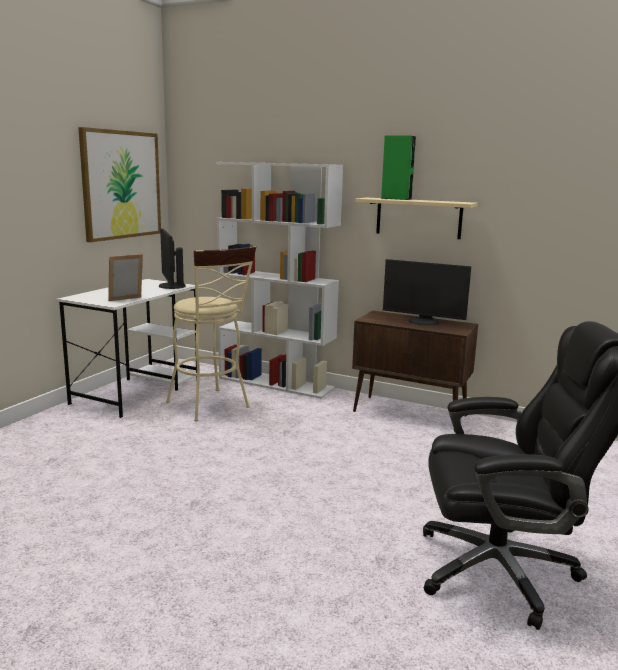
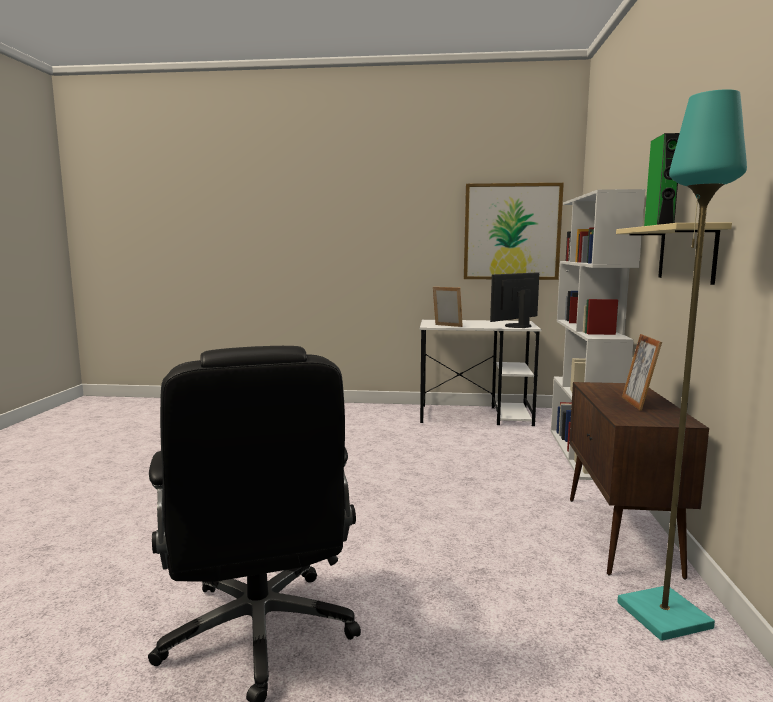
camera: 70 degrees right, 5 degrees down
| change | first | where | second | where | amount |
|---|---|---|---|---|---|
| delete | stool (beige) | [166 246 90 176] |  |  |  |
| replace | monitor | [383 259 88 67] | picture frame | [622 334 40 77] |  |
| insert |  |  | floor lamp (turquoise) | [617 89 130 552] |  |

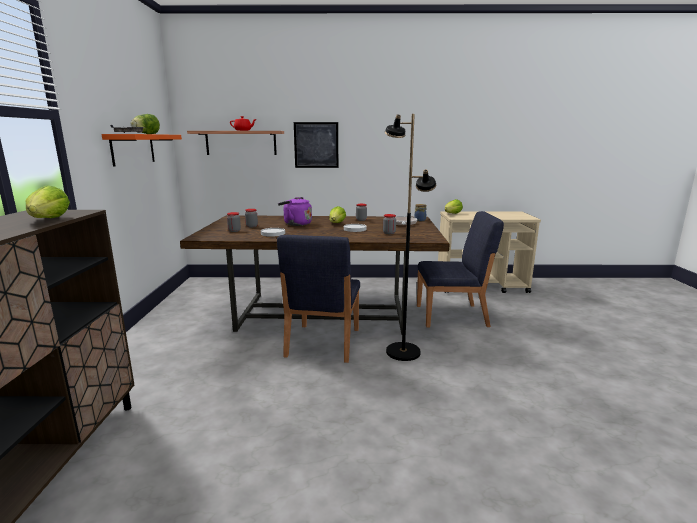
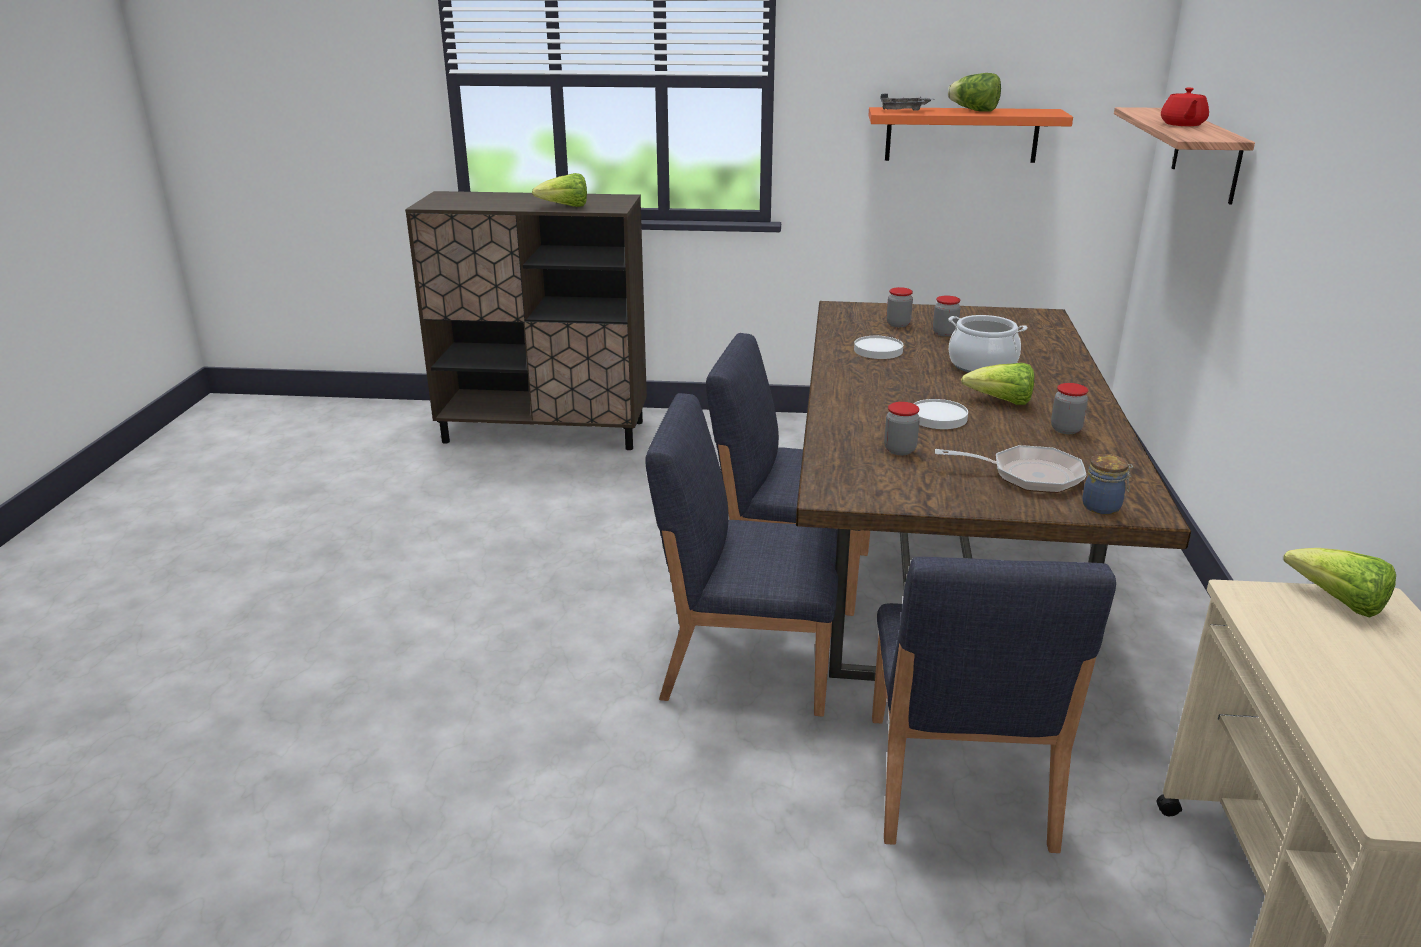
camera: 95 degrees right, 10 degrees up
| change | first | where | second | where | amount |
|---|---|---|---|---|---|
| replace | floor lamp (black) | [385 114 51 247] | chair (blue) | [645 393 193 324] |  |
| delete | picture | [294 122 44 46] |  |  |  |
| replace | kettle (purple) | [278 197 34 29] | cooking pot | [948 315 79 57] |  |

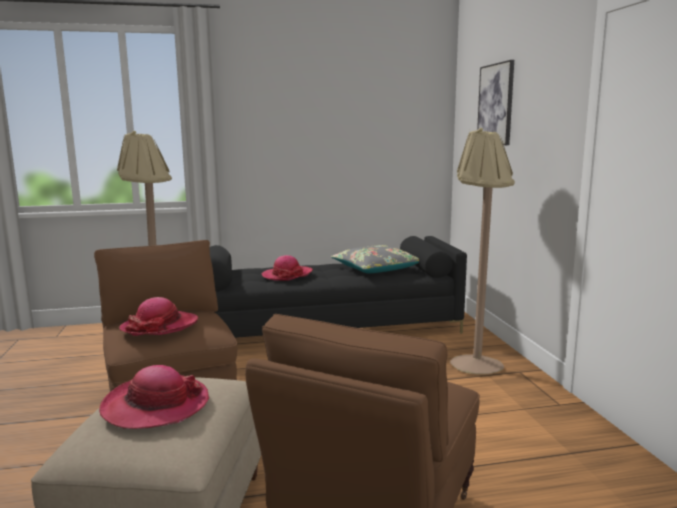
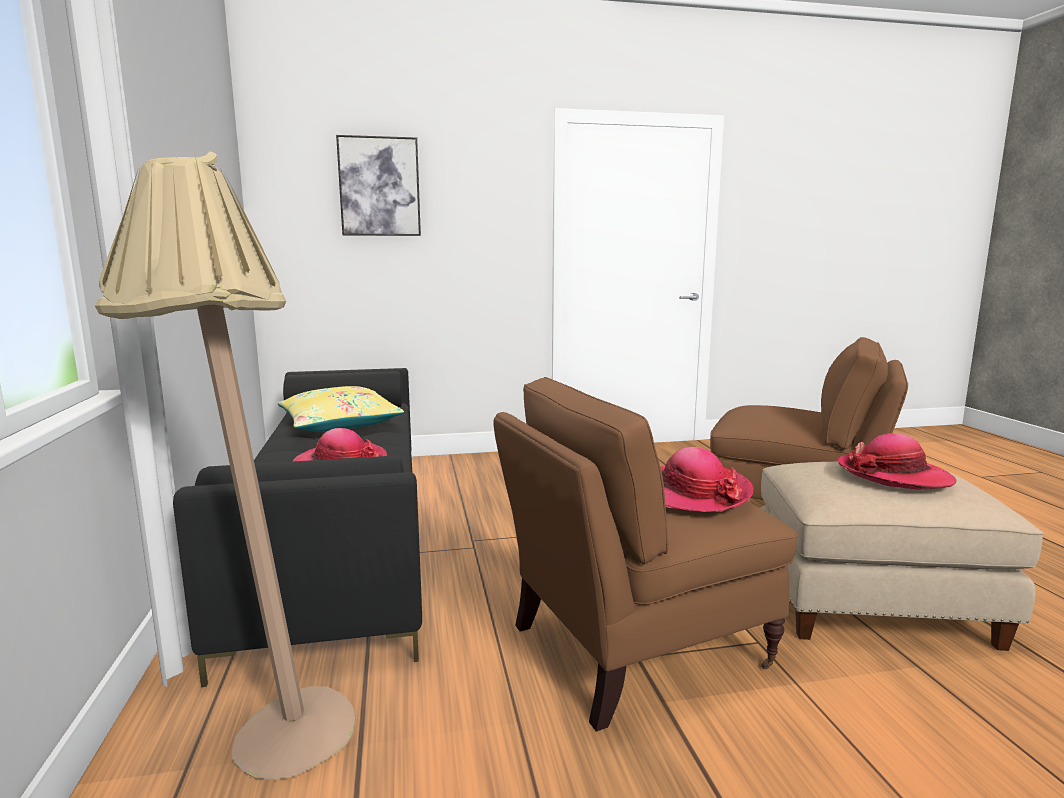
camera: 90 degrees left, 0 degrees up
| change | first | where | second | where | amount |
|---|---|---|---|---|---|
| delete | floor lamp (beige) | [450 128 65 246] |  |  |  |
| recolor | pillow (grey) | [331 245 88 28] | pillow (yellow) | [278 386 126 46] |  |

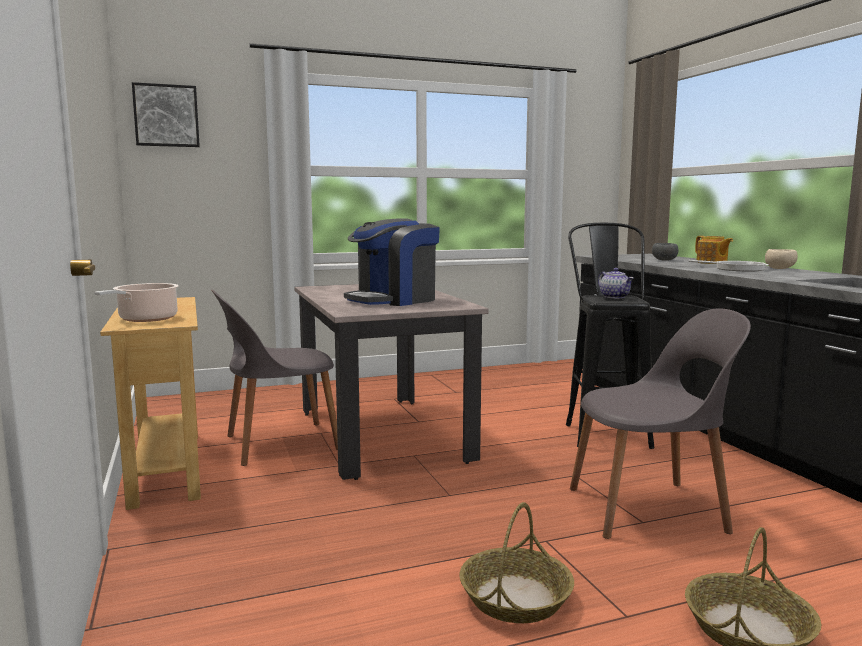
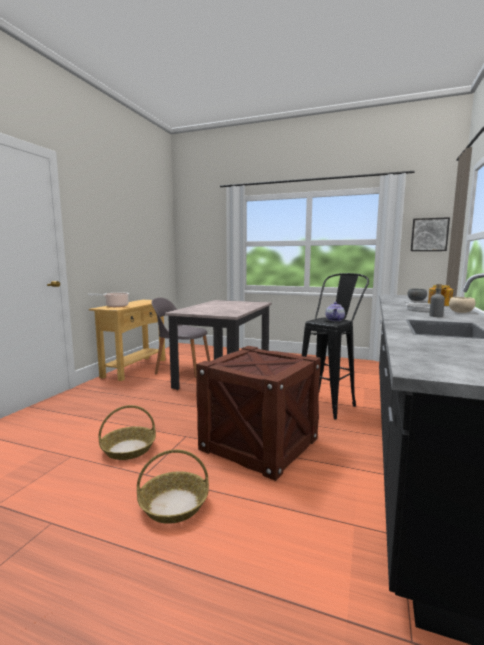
camera: 40 degrees right, 0 degrees up
| change | first | where | second | where | amount |
|---|---|---|---|---|---|
| move | picture | [132 82 68 65] |  | [411 217 39 34] |  |
| delete | coffee machine | [344 218 96 88] |  |  |  |
| replace | chair (grey) | [570 309 181 230] | crate | [196 346 125 135] |  |
| insert |  |  | bottle (grey) | [429 284 16 33] |  |

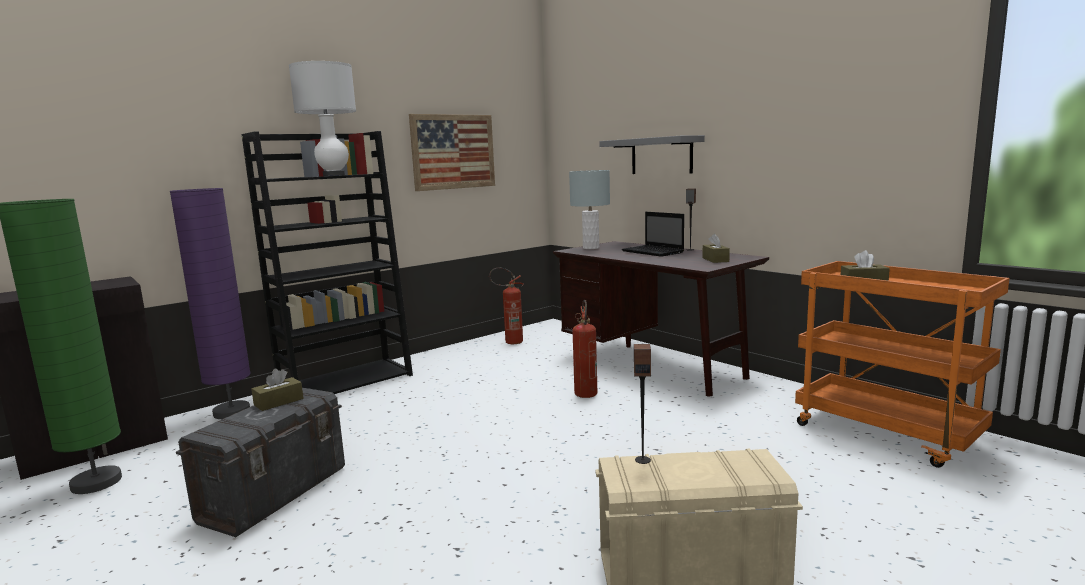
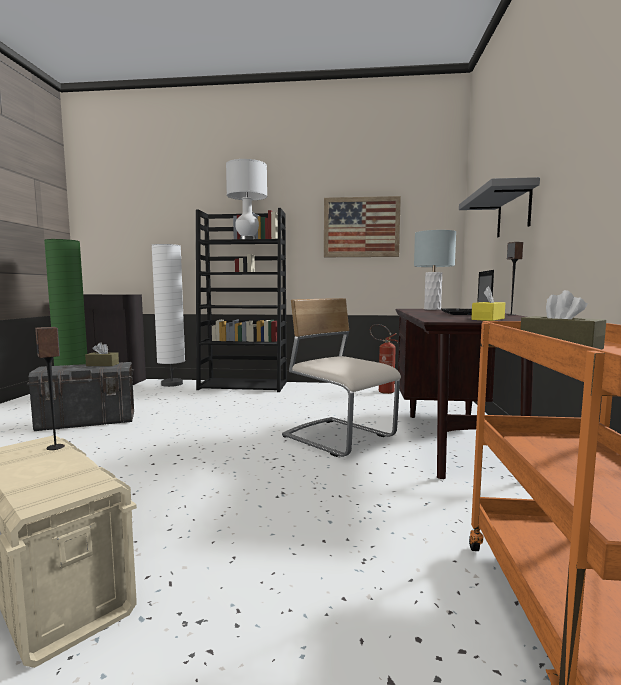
camera: 45 degrees right, 5 degrees down
| change | first | where | second | where | amount |
|---|---|---|---|---|---|
| recolor | floor lamp (purple) | [170 188 81 231] | floor lamp (white) | [151 244 34 143] |  |
| recolor | tissue box (brown) | [702 234 28 29] | tissue box (yellow) | [471 286 34 35] |  |
| replace | fire extinguisher | [573 300 24 98] | chair (beige) | [282 298 119 159] |  |

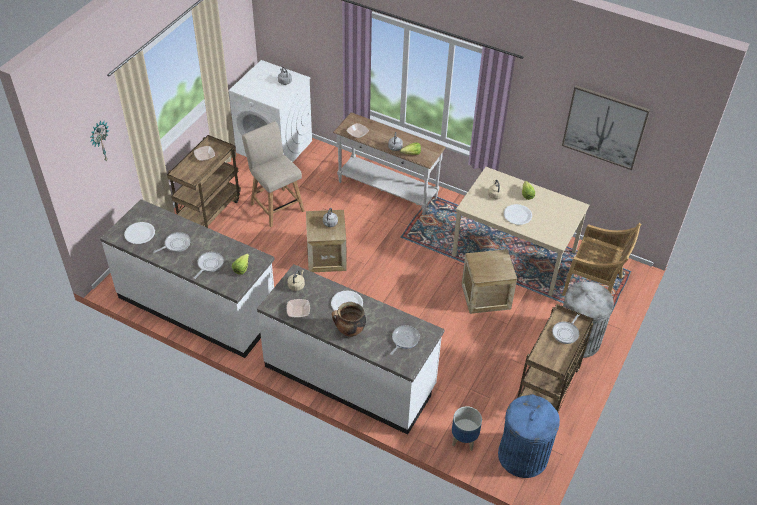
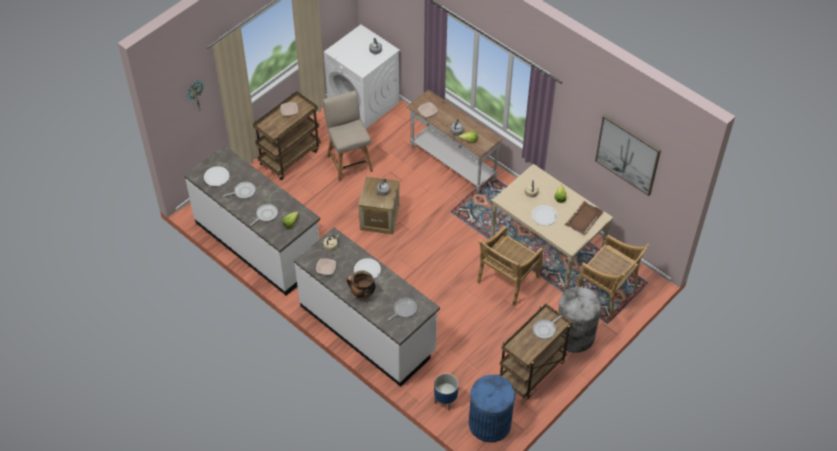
camera: 15 degrees right, 5 degrees up
| change | first | where | second | where | amount |
|---|---|---|---|---|---|
| replace | crate | [462 249 55 65] | chair (beige) | [477 226 66 80] |  |
| insert |  |  | tray (brown) | [565 201 39 35] |  |

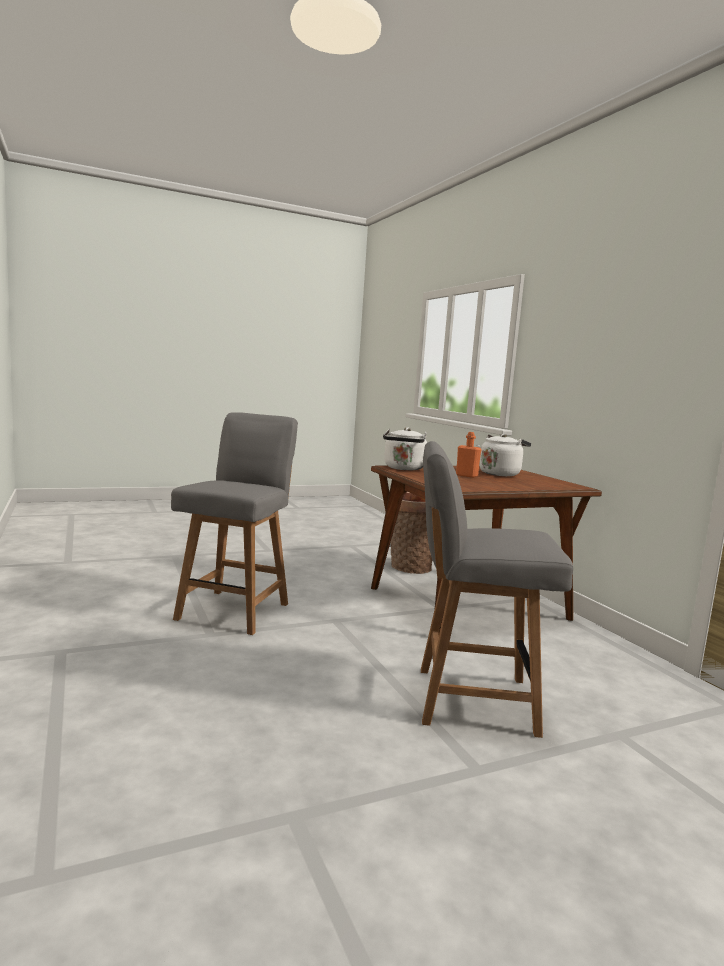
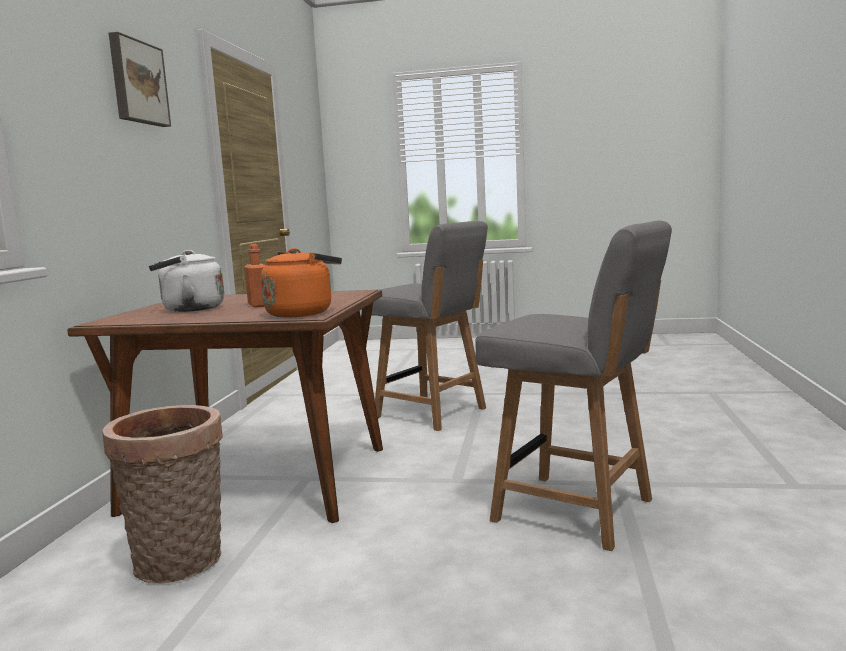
camera: 145 degrees left, 0 degrees up
| change | first | where | second | where | amount |
|---|---|---|---|---|---|
| rotate | chair (grey) | [171 412 127 223] |  | [475 220 197 331] | 105 degrees counterclockwise |
| recolor | kettle (white) | [383 428 44 42] | kettle (orange) | [261 248 81 69] |  |
| insert |  |  | picture | [109 32 62 95] |  |

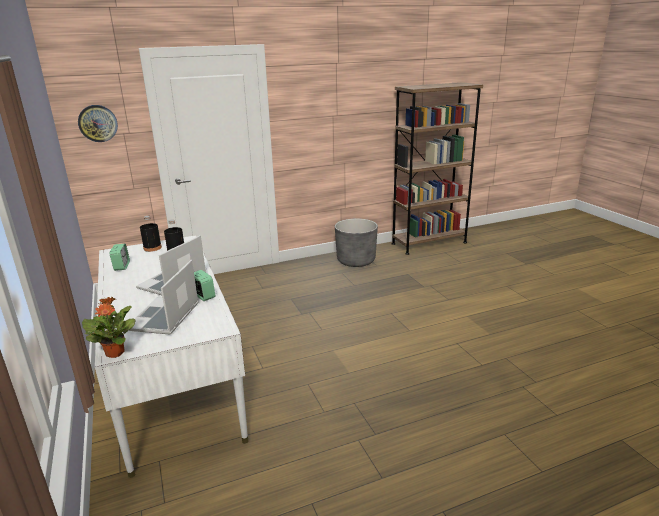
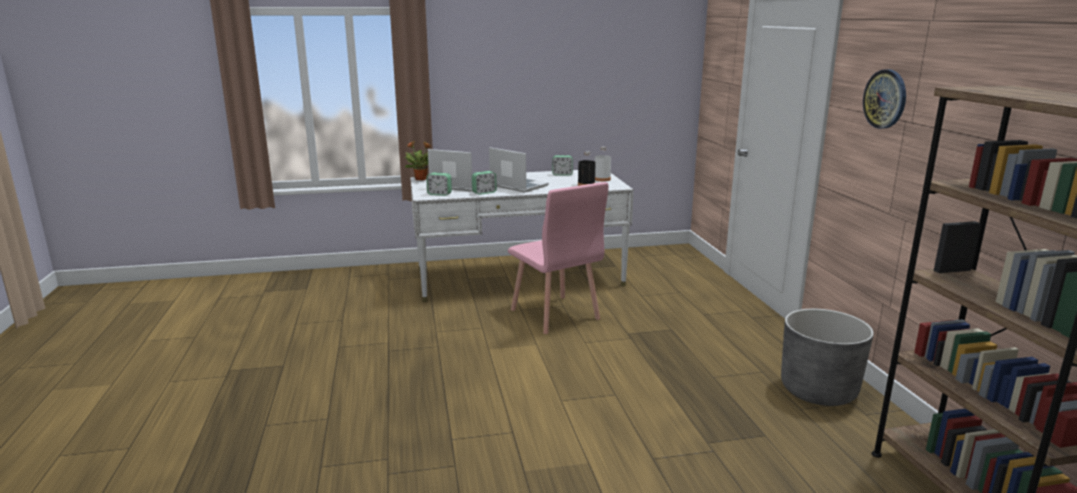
camera: 100 degrees right, 5 degrees down
| change | first | where | second | where | amount |
|---|---|---|---|---|---|
| move | wall clock | [78 105 40 37] |  | [863 69 43 60] |  |
| recolor | bottle (black) | [140 216 22 36] | bottle (white) | [595 147 16 35] |  |
| insert |  |  | alarm clock | [426 173 26 23] |  |
| insert |  |  | chair (pink) | [508 182 101 152] |  |

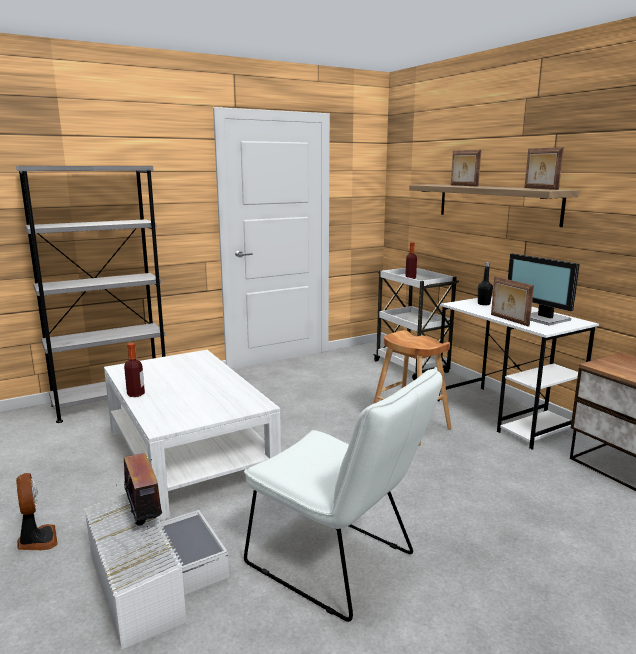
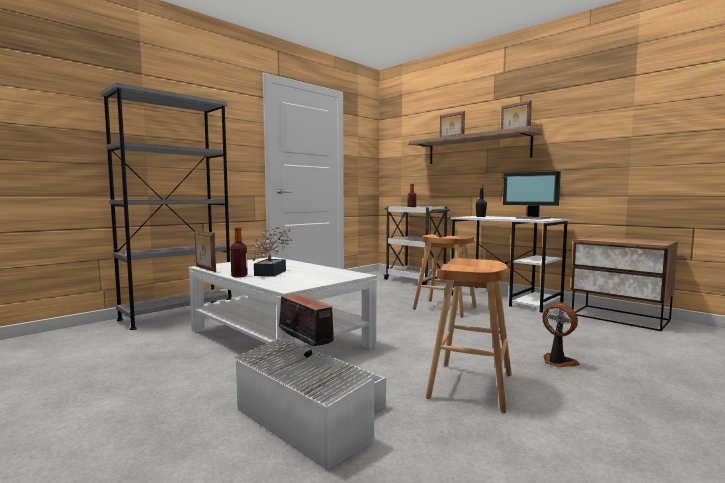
camera: 15 degrees left, 10 degrees down
| change | first | where | second | where | amount |
|---|---|---|---|---|---|
| move | picture frame | [491 276 43 51] |  | [195 230 21 42] |  |
| replace | chair (white) | [244 367 199 255] | stool (brown) | [426 258 86 155] |  |
| move | fan | [16 473 42 77] |  | [542 302 38 65] |  |
| insert |  |  | potted plant | [252 226 41 51] |  |

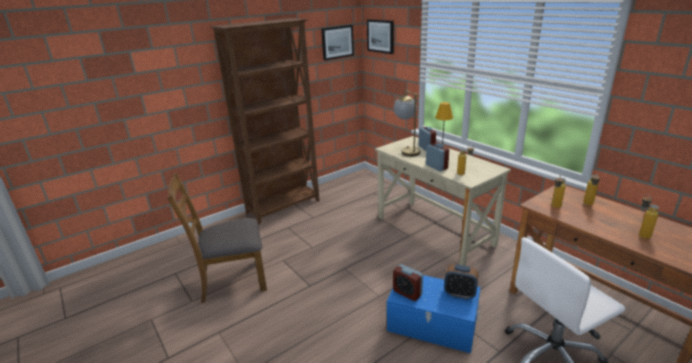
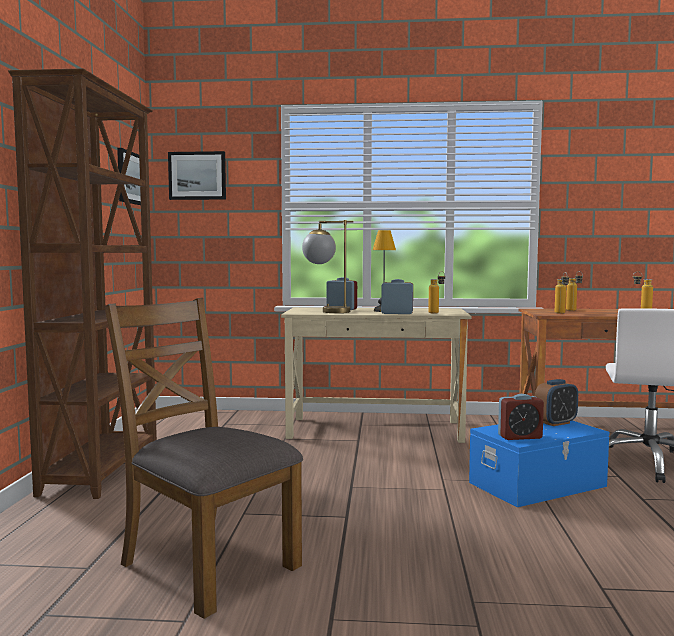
camera: 50 degrees left, 20 degrees down
| change | first | where | second | where | amount |
|---|---|---|---|---|---|
| rotate | chair (brown) | [167 173 100 130] |  | [104 298 199 321] | 105 degrees clockwise |

